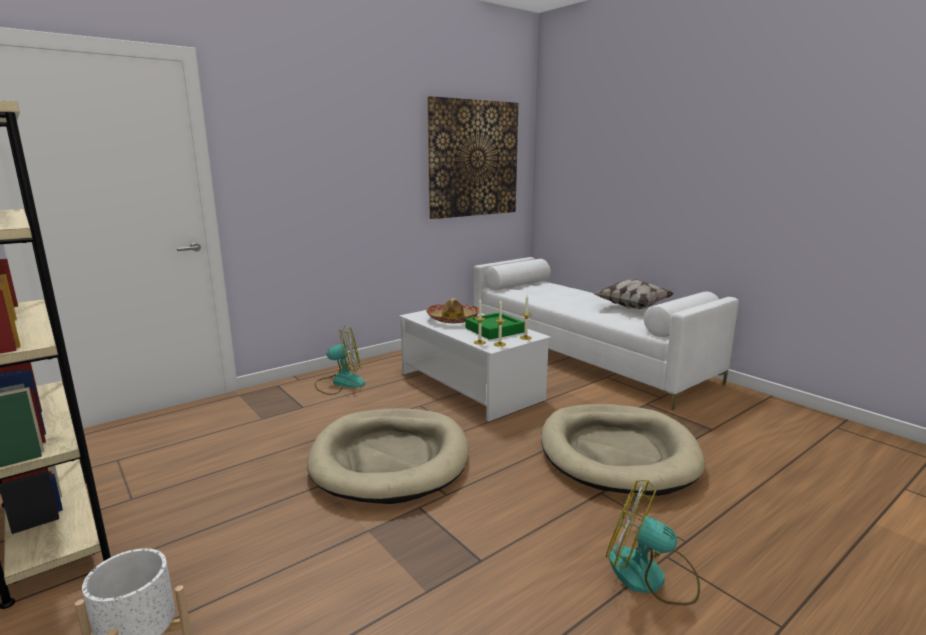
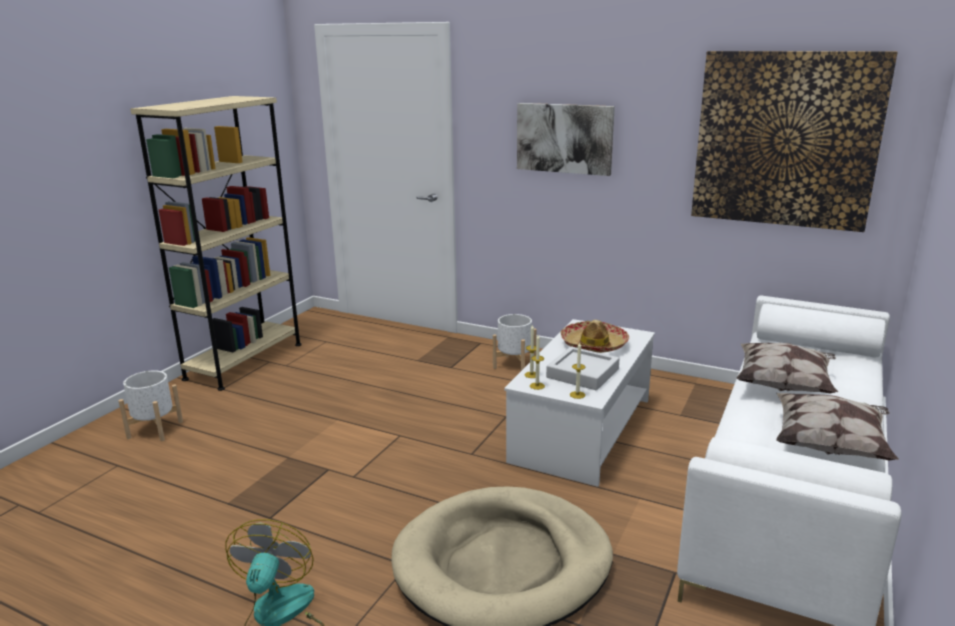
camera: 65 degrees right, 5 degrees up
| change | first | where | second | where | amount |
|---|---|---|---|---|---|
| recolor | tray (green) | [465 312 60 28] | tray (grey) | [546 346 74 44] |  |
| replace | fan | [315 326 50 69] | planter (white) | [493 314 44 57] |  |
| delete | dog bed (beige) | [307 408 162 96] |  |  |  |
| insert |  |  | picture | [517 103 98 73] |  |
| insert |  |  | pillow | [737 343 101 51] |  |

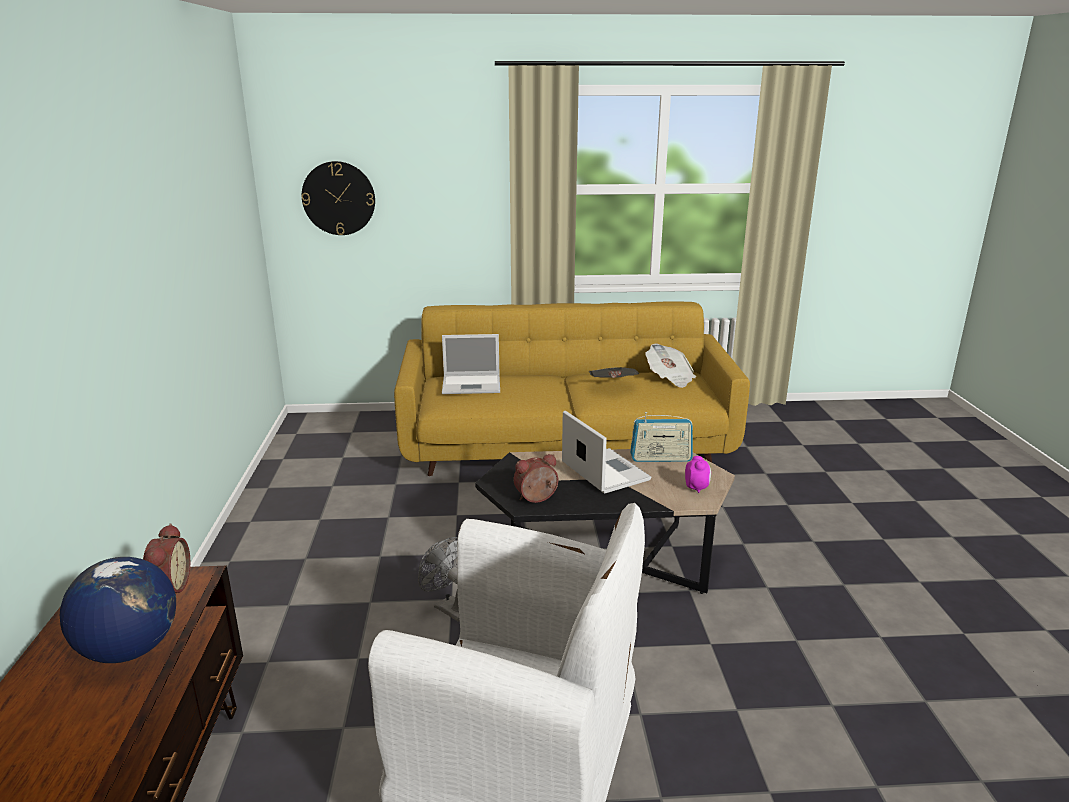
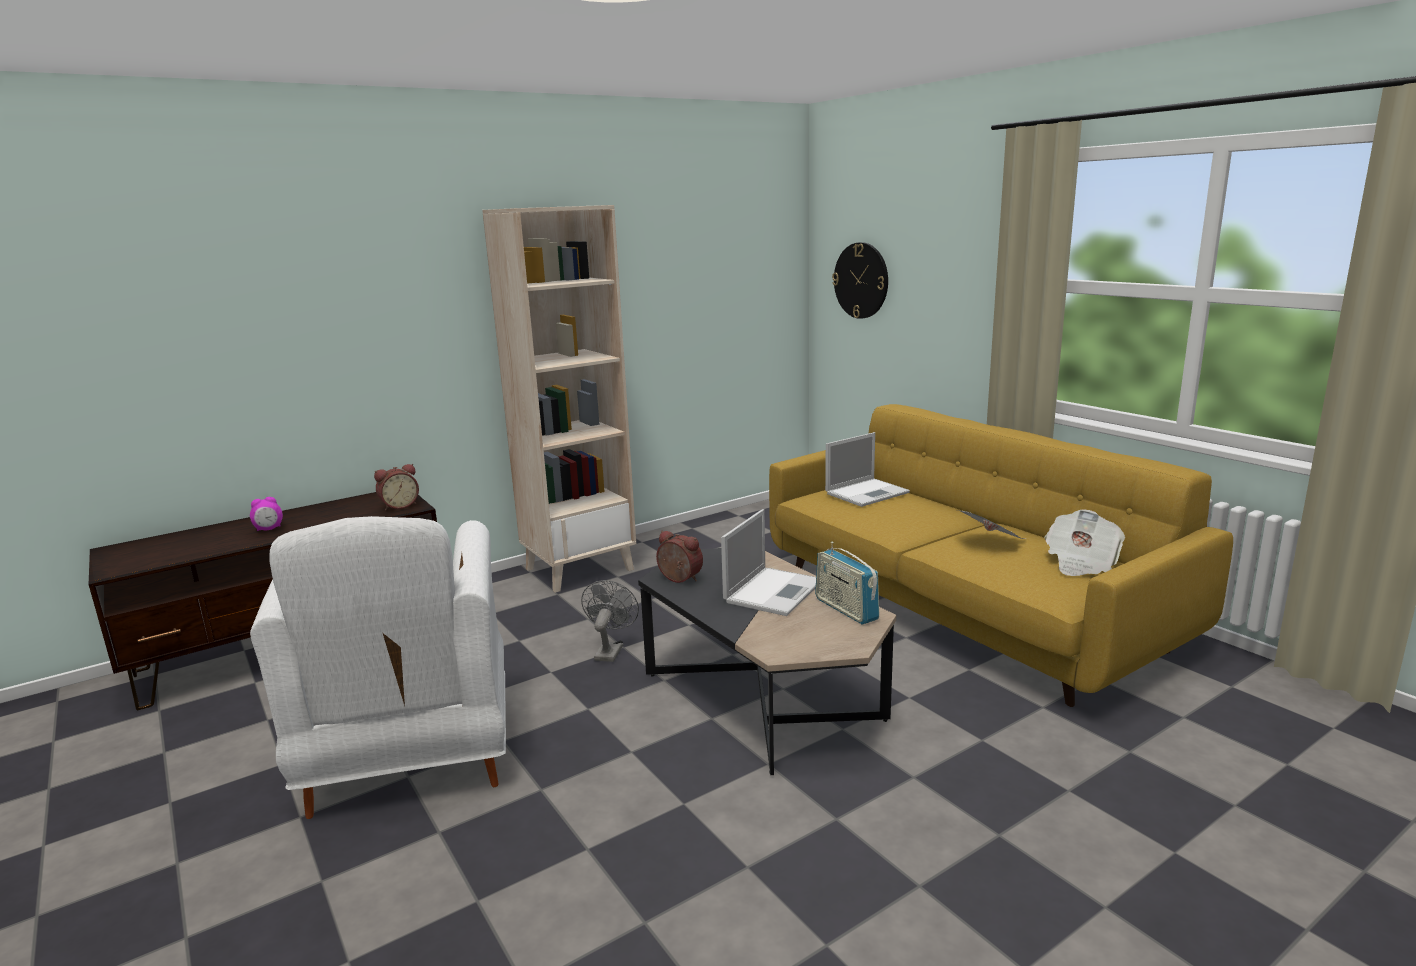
camera: 60 degrees right, 5 degrees down
| change | first | where | second | where | amount |
|---|---|---|---|---|---|
| rotate | laptop | [442 334 58 60] |  | [825 432 85 75] | 90 degrees counterclockwise |
| move | alarm clock | [685 456 26 37] |  | [250 497 33 34] |  |
| delete | globe | [60 557 116 106] |  |  |  |
| insert |  |  | bookcase (beige) | [482 205 154 388] |  |

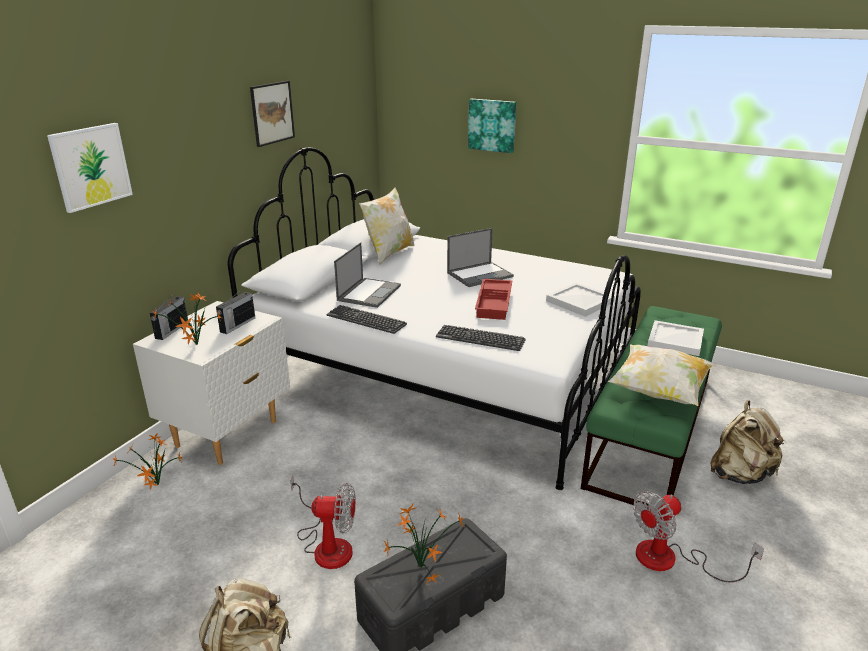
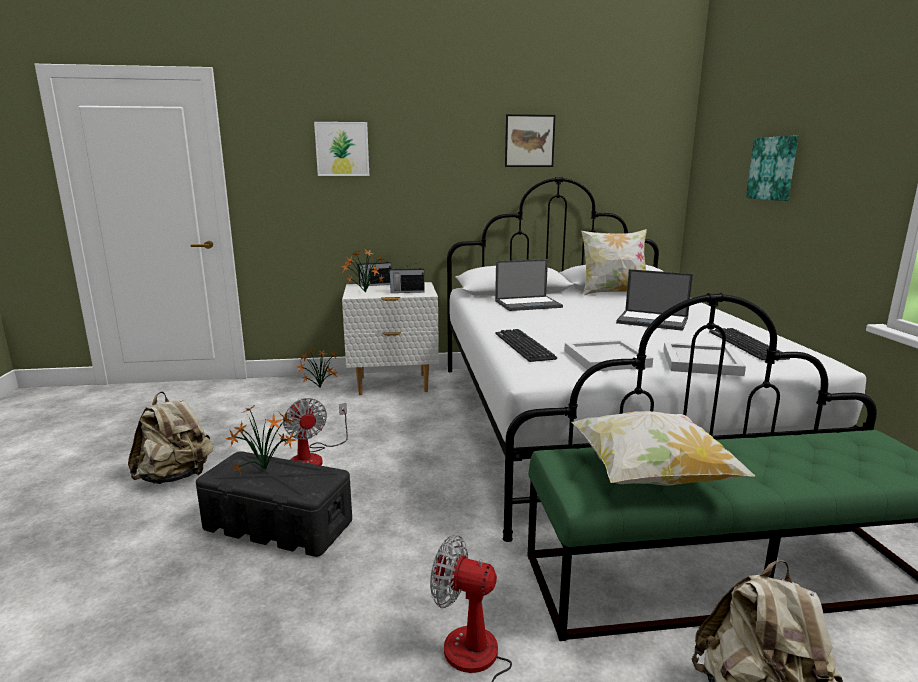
camera: 55 degrees right, 10 degrees down
| change | first | where | second | where | amount |
|---|---|---|---|---|---|
| delete | tray (red) | [475 279 38 41] |  |  |  |
| move | keyboard | [327 305 80 29] |  | [709 328 81 32] |  |
| move | tray (white) | [647 320 57 36] |  | [564 339 89 32] |  |

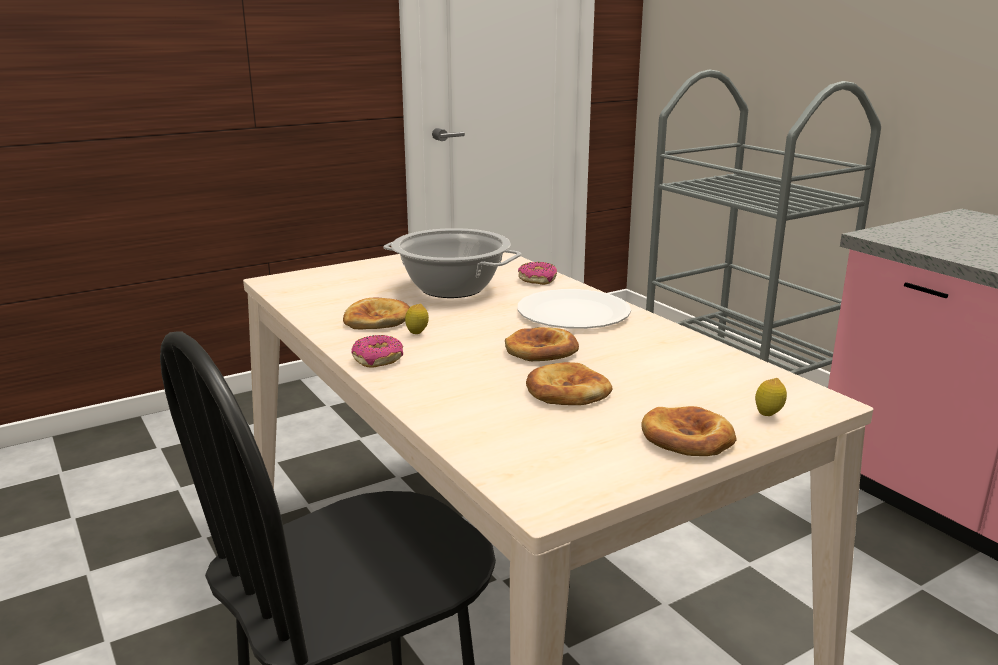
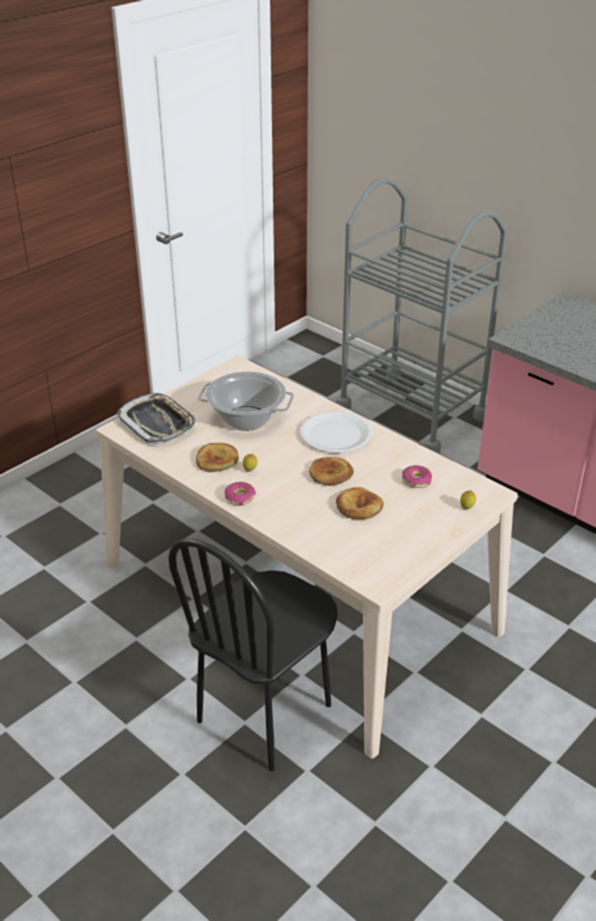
camera: 15 degrees left, 15 degrees up
| change | first | where | second | where | amount |
|---|---|---|---|---|---|
| move | donut | [518 262 39 23] |  | [402 465 30 23] |  |
| delete | bread | [641 406 96 50] |  |  |  |
| insert |  |  | tray | [116 393 81 52] |  |

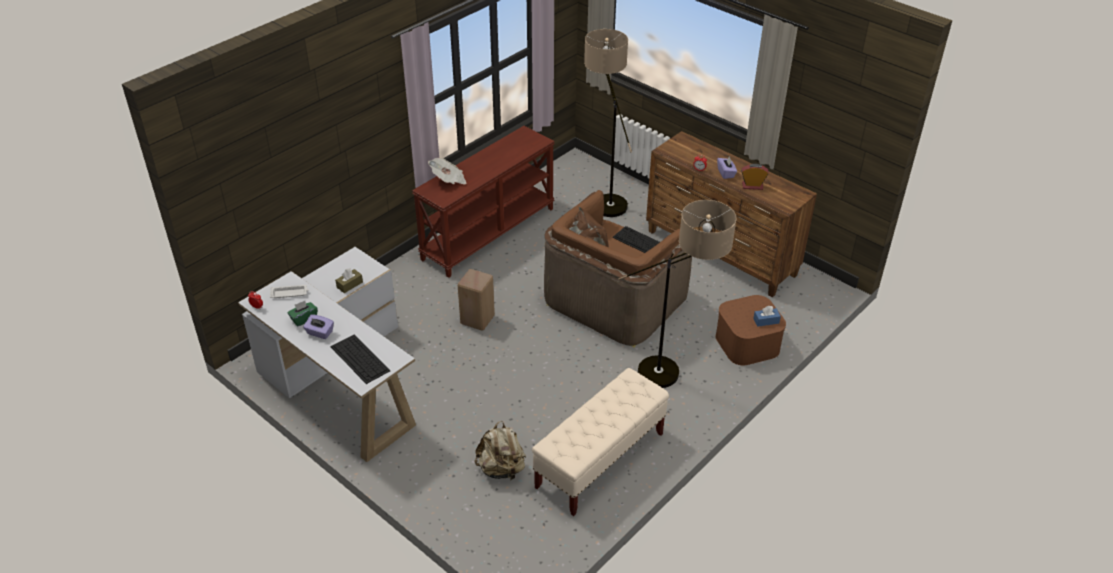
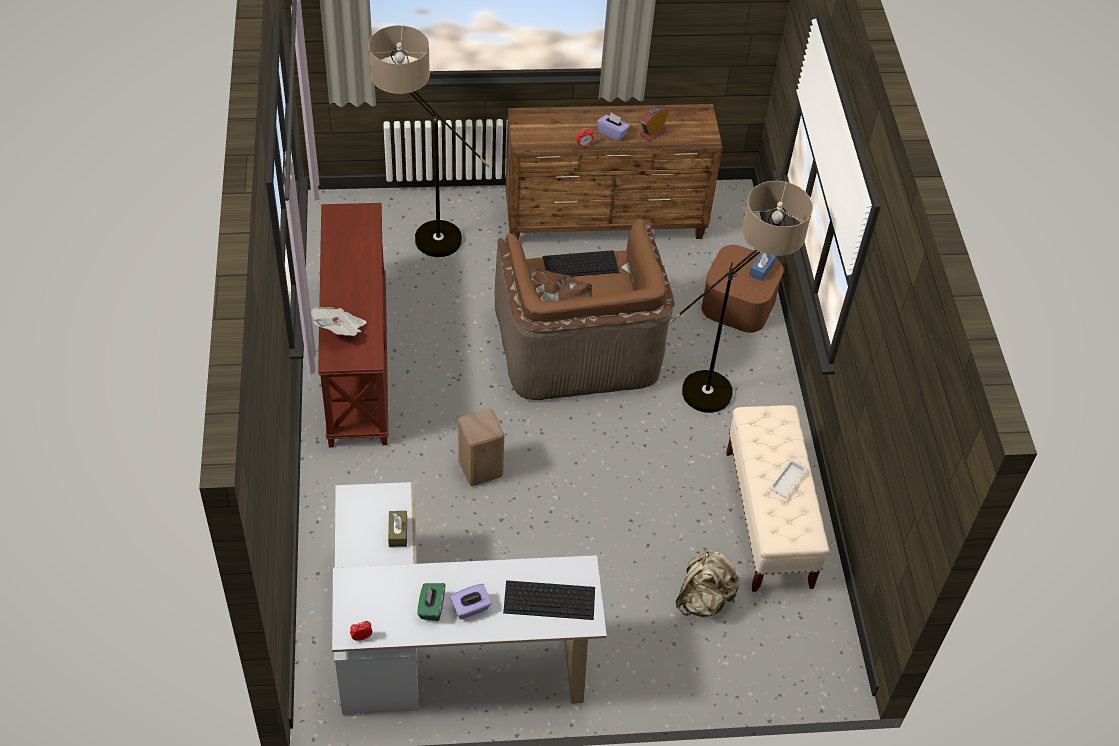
camera: 50 degrees left, 10 degrees up
| change | first | where | second | where | amount |
|---|---|---|---|---|---|
| move | tray (white) | [270 285 39 13] |  | [769 459 39 39] |  |

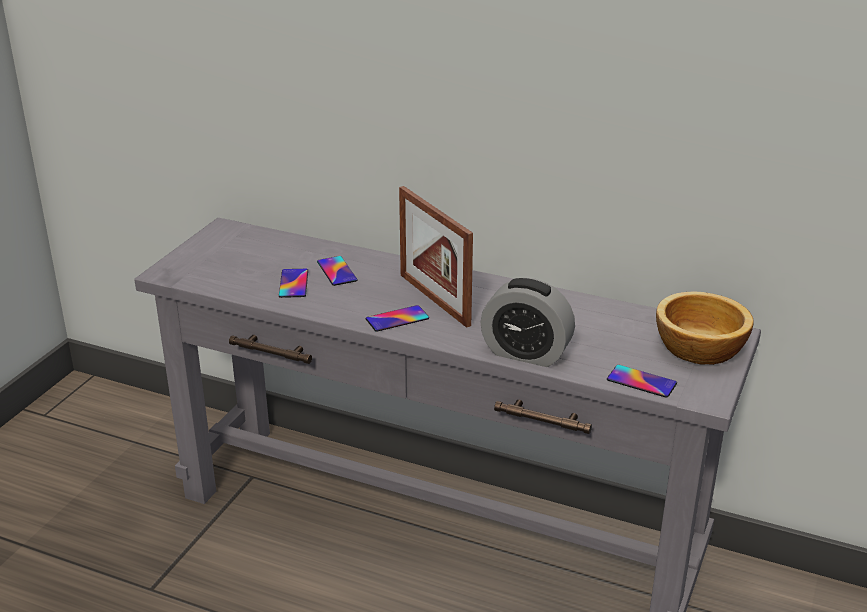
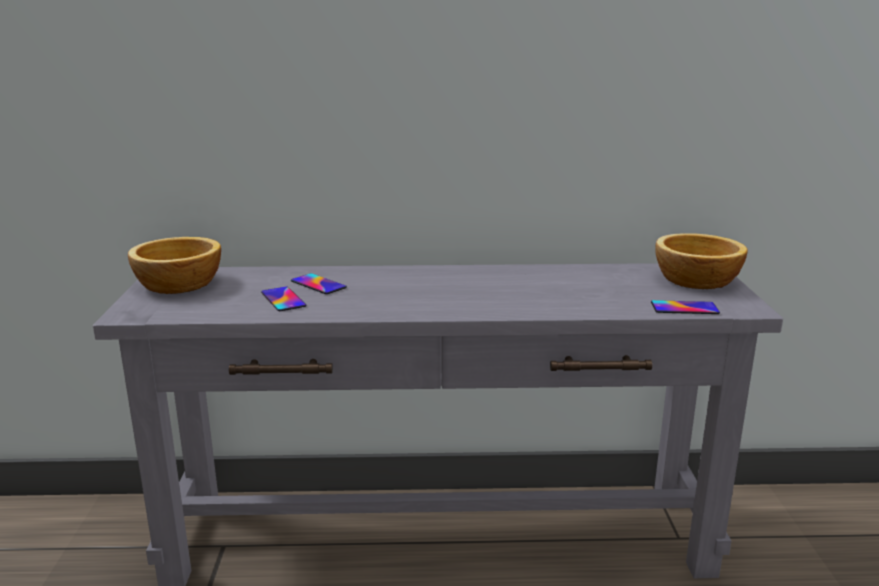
camera: 25 degrees left, 10 degrees down
| change | first | where | second | where | amount |
|---|---|---|---|---|---|
| delete | picture frame | [399 186 74 142] |  |  |  |
| delete | alarm clock | [480 278 95 89] |  |  |  |
| delete | phone | [366 305 63 27] |  |  |  |
| insert |  |  | bowl | [128 237 93 57] |  |

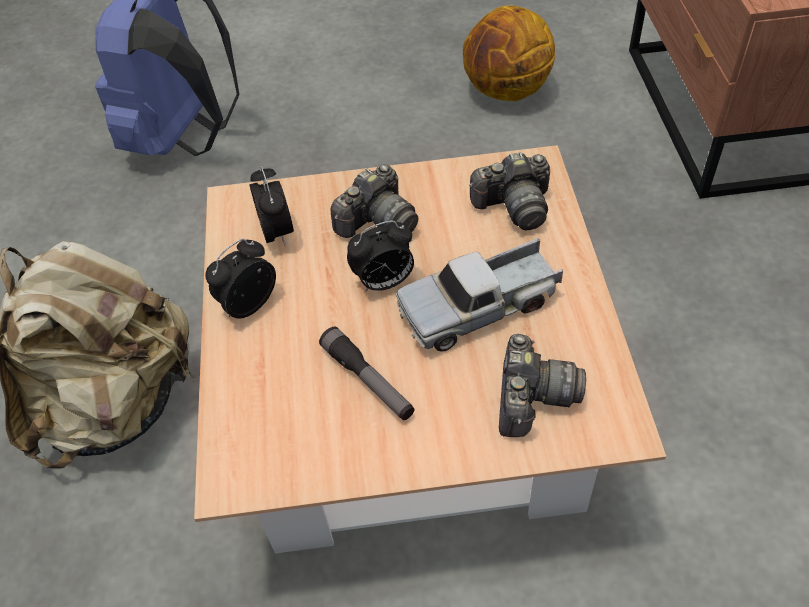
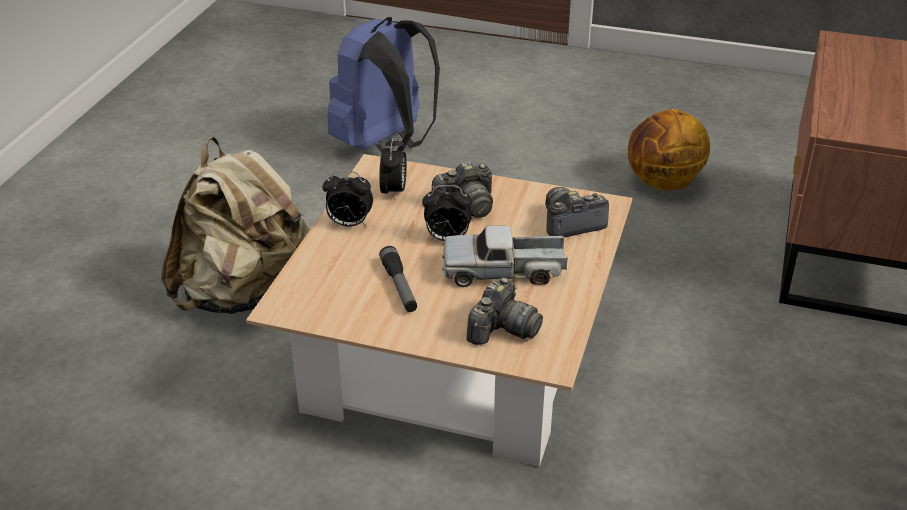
camera: 20 degrees right, 15 degrees down
| change | first | where | second | where | amount |
|---|---|---|---|---|---|
| rotate | photo camera | [469 152 81 78] |  | [545 187 64 50] | 150 degrees clockwise |
| rotate | alarm clock | [205 239 71 79] |  | [322 171 51 56] | 150 degrees counterclockwise |

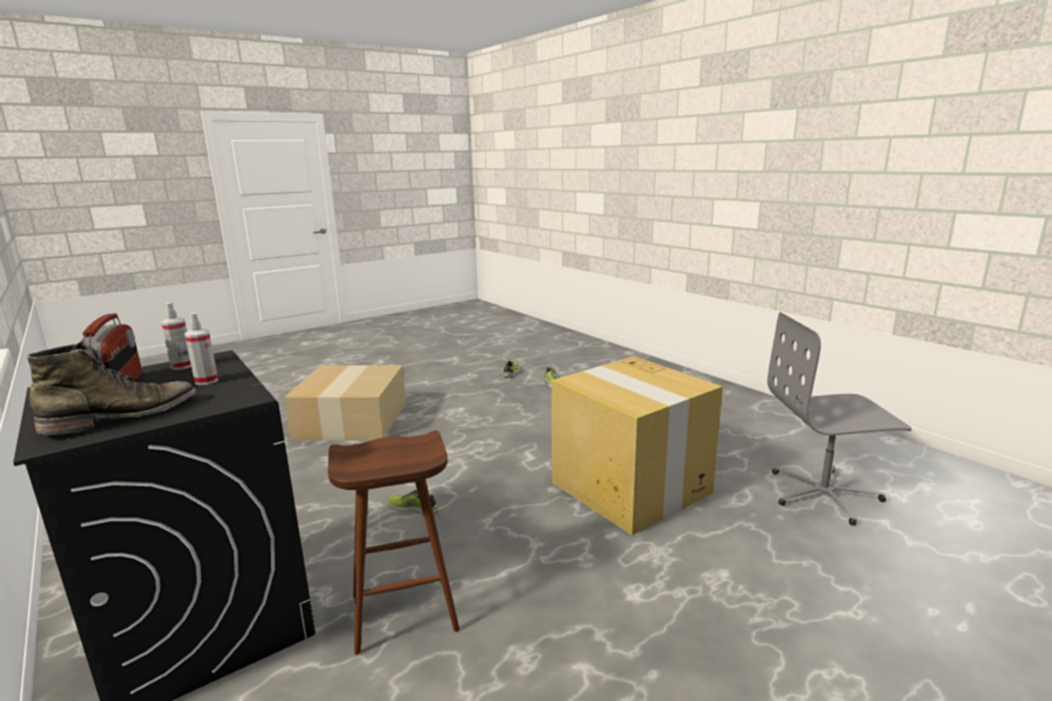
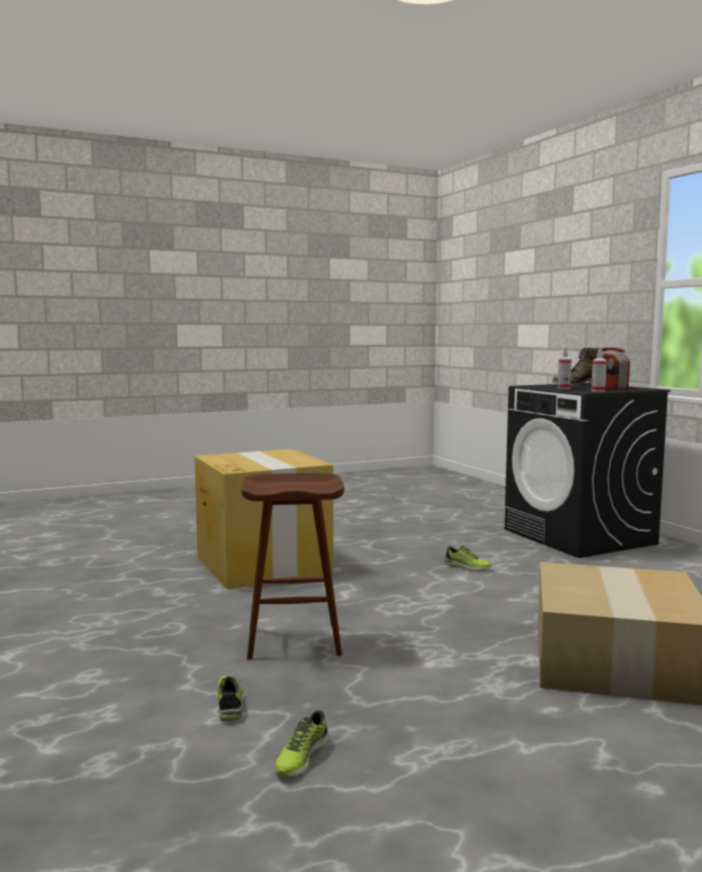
camera: 170 degrees left, 10 degrees down
| change | first | where | second | where | amount |
|---|---|---|---|---|---|
| delete | office chair (grey) | [767 312 145 213] |  |  |  |
| move | stool (brown) | [328 430 132 225] |  | [241 473 103 187] |  |

